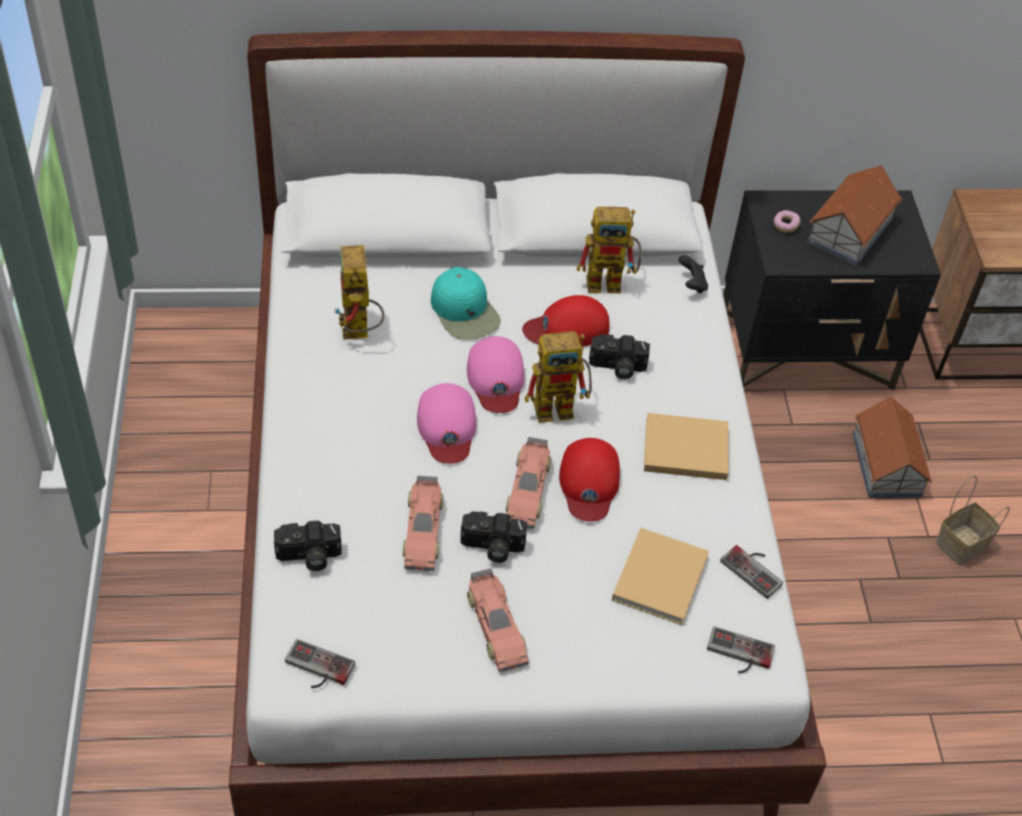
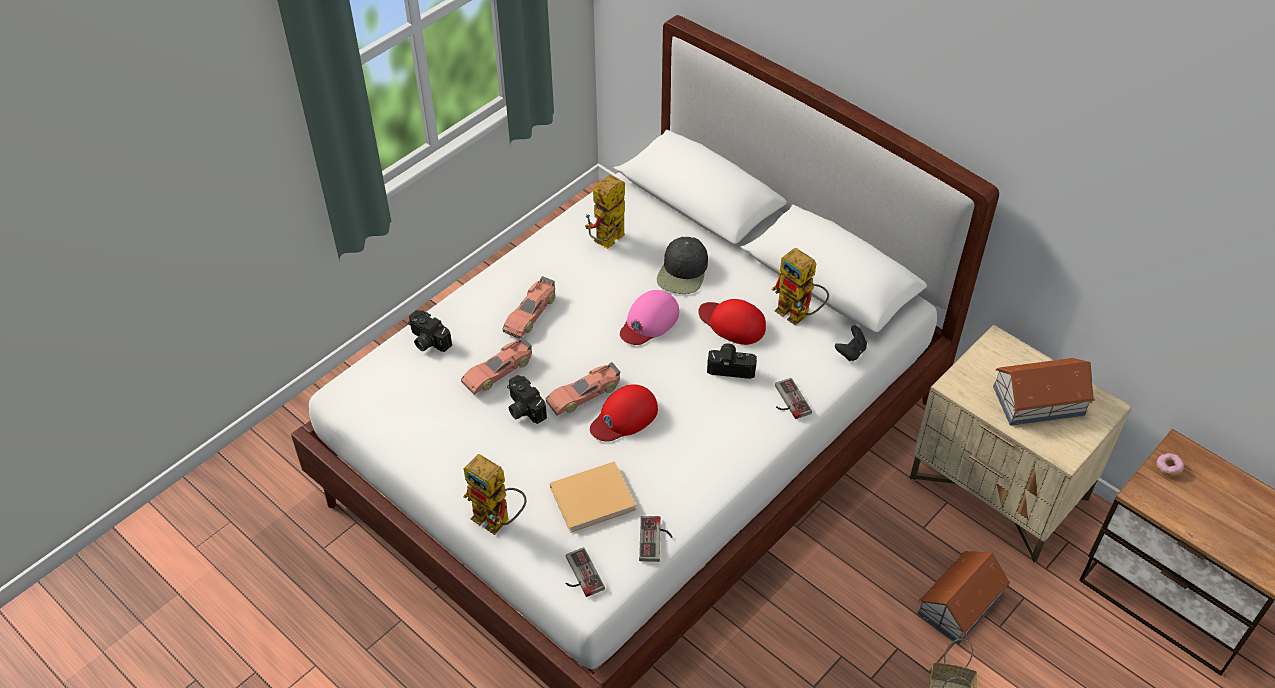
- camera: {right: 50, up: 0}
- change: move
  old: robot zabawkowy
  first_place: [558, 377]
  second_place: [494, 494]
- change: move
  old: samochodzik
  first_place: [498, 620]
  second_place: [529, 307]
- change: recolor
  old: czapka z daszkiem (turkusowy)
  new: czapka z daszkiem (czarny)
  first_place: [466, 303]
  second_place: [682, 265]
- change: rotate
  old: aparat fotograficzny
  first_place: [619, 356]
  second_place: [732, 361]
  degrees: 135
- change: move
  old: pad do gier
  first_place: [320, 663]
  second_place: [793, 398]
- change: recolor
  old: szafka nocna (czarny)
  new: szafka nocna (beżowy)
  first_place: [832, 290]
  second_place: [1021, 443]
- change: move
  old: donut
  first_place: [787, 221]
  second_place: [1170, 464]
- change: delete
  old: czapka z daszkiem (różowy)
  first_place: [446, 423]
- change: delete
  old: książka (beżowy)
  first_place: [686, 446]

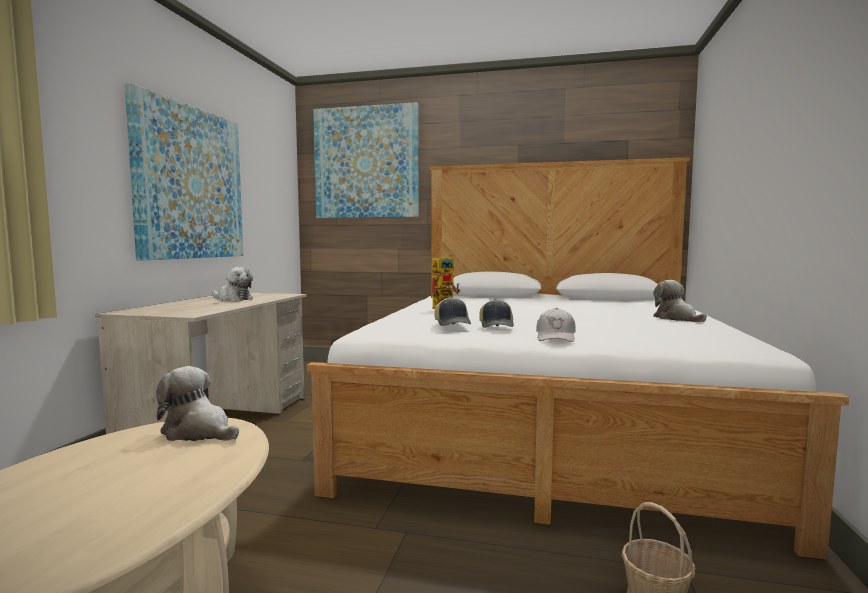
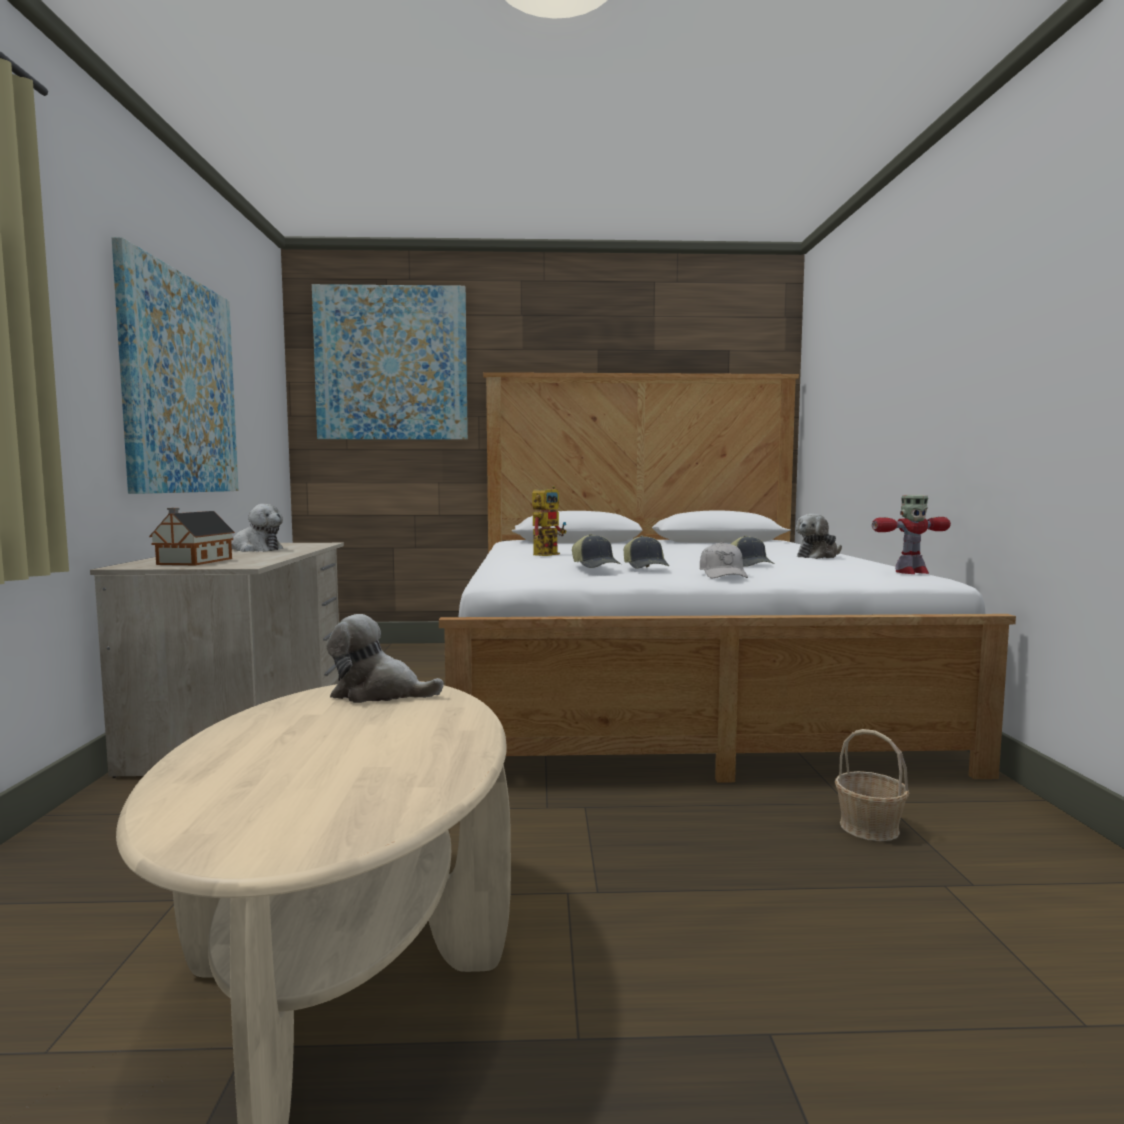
- camera: {right: -15, up: 0}
- change: insert
  new: domek
  second_place: [192, 536]
- change: insert
  new: czapka z daszkiem
  second_place: [752, 551]
- change: rotate
  old: pluszak
  first_place: [680, 301]
  second_place: [819, 536]
  degrees: -90
- change: insert
  new: robot zabawkowy
  second_place: [911, 534]

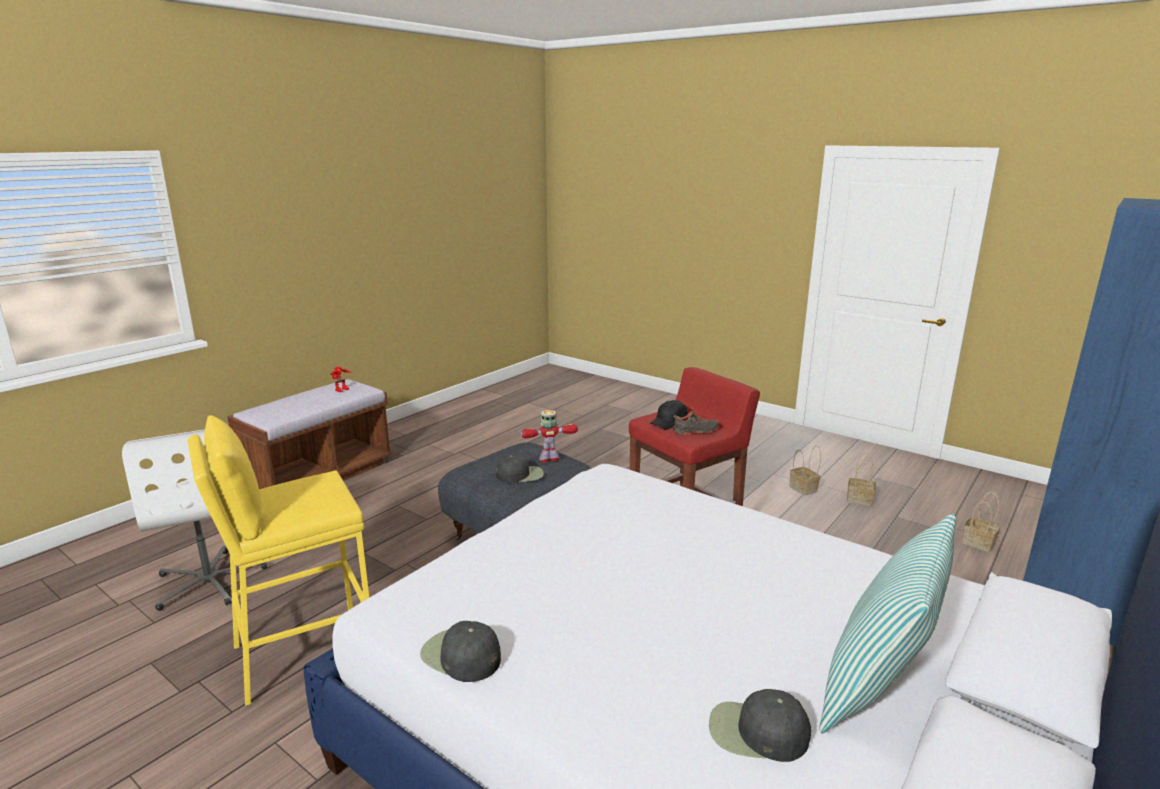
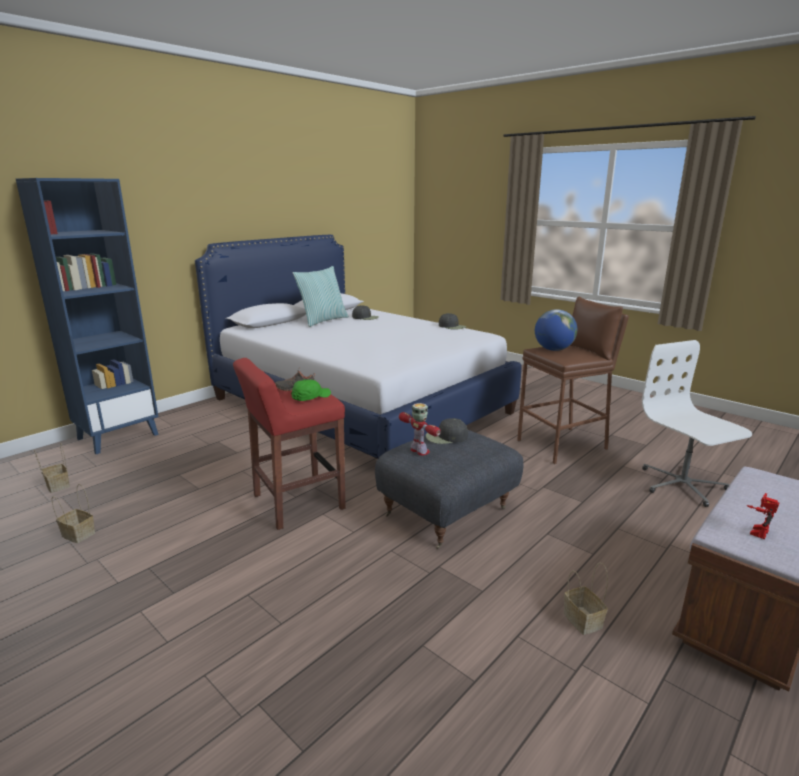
- camera: {right: -175, up: 0}
- change: recolor
  old: czapka z daszkiem (czarny)
  new: czapka z daszkiem (zielony)
  first_place: [669, 415]
  second_place: [311, 390]
- change: rotate
  old: robot zabawkowy
  first_place: [549, 436]
  second_place: [420, 429]
  degrees: -120
- change: recolor
  old: stołek (żółty)
  new: stołek (brązowy)
  first_place: [278, 560]
  second_place: [573, 380]
- change: insert
  new: globus
  second_place: [556, 330]
- change: move
  old: koszyk
  first_place: [805, 470]
  second_place: [585, 599]

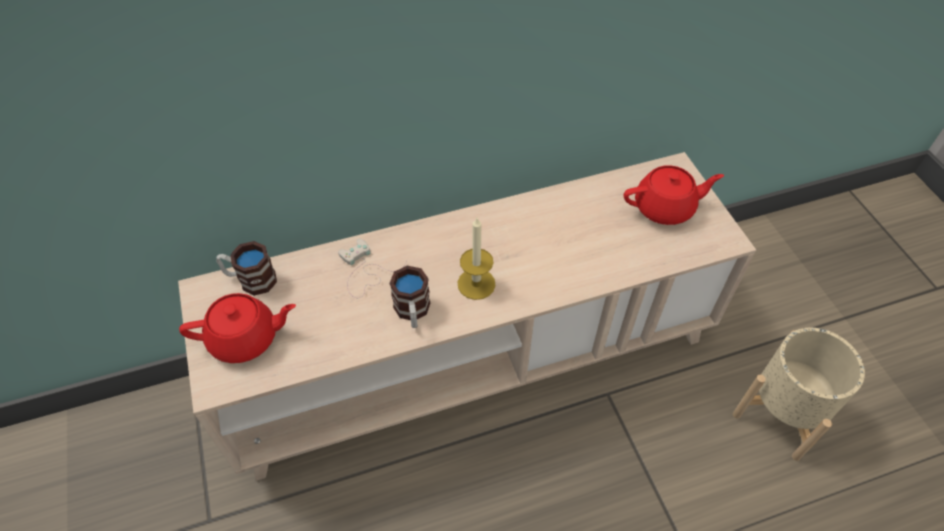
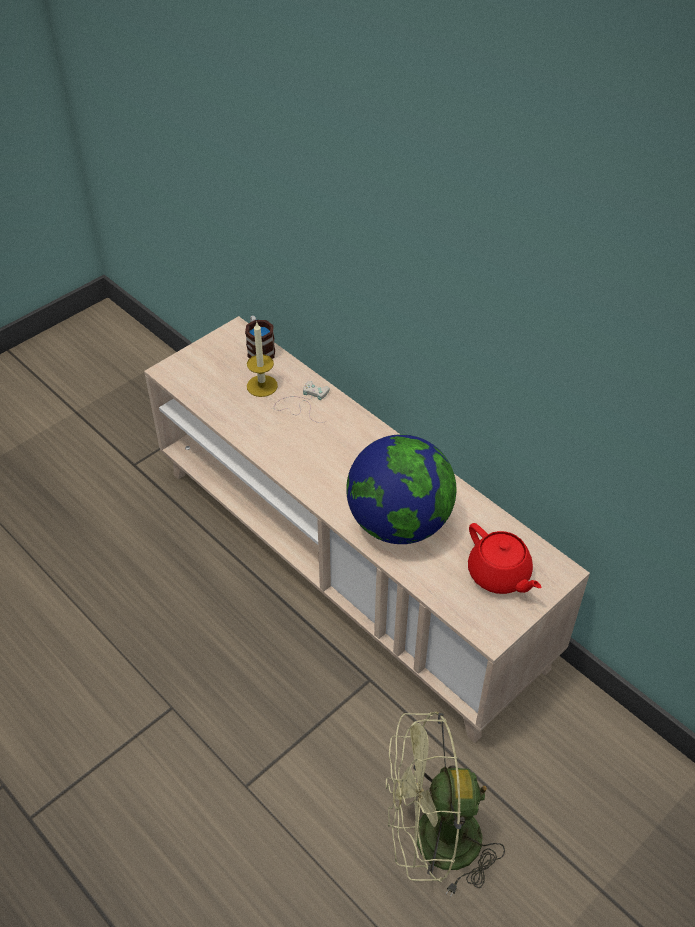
- camera: {right: 65, up: -5}
- change: move
  old: świeca
  first_place: [476, 259]
  second_place: [262, 360]
- change: insert
  new: globus
  second_place: [401, 489]
- change: replace
  old: donica (beżowy)
  new: wentylator (zielony)
  first_place: [799, 394]
  second_place: [445, 804]
- change: delete
  old: imbryk (czerwony)
  first_place: [237, 328]
- change: delete
  old: kubek
  first_place: [409, 297]

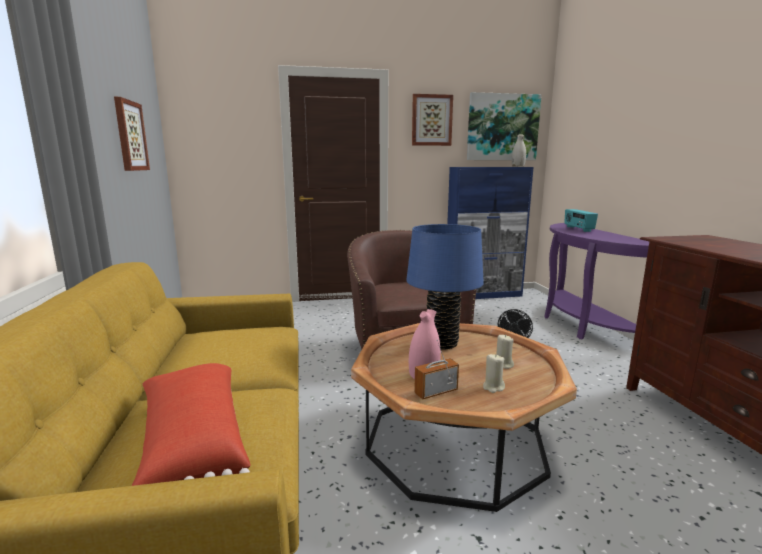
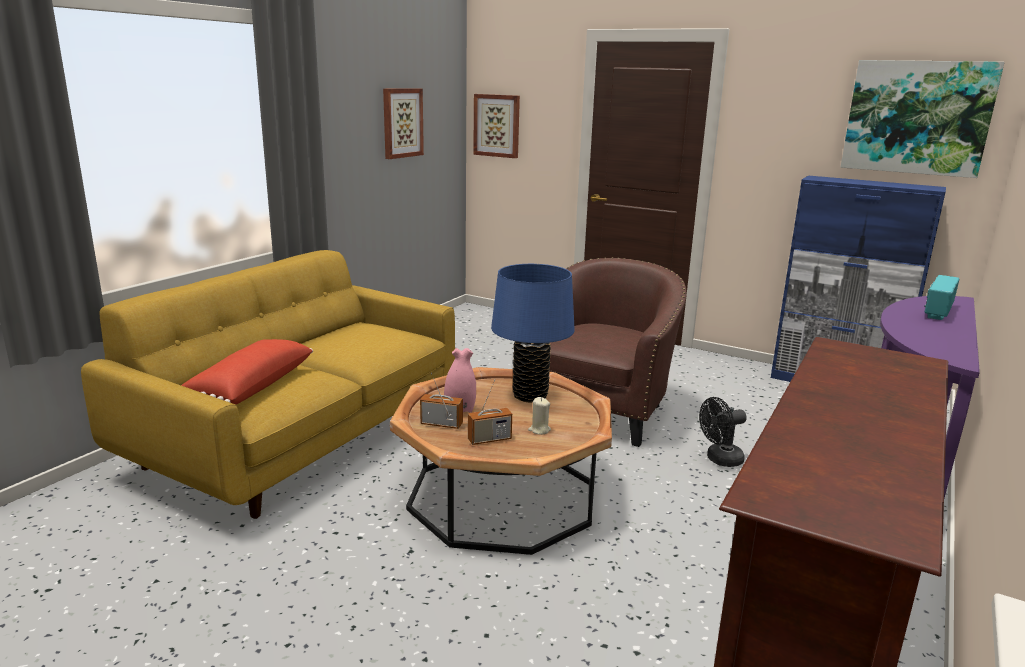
- camera: {right: 40, up: 5}
- change: replace
  old: świeca (beżowy)
  new: radio
  first_place: [494, 373]
  second_place: [490, 412]
- change: move
  old: obraz
  first_place: [432, 120]
  second_place: [496, 126]
- change: delete
  old: wazon (biały)
  first_place: [519, 150]

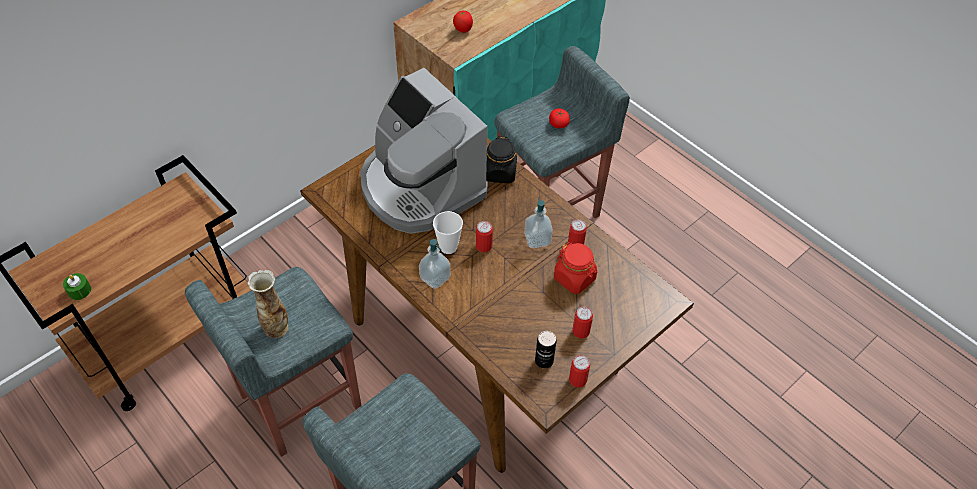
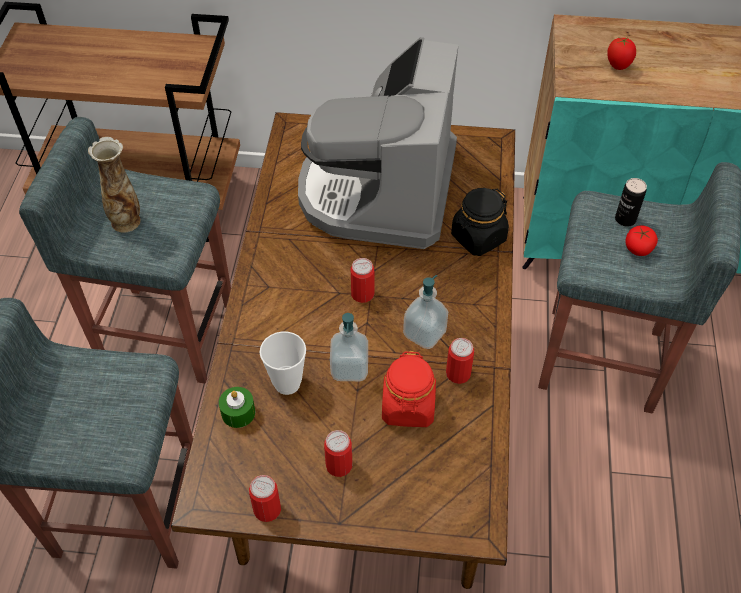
- camera: {right: 50, up: 0}
- change: move
  old: świeca (zielony)
  first_place: [77, 286]
  second_place: [237, 407]
- change: move
  old: filiżanka
  first_place: [448, 232]
  second_place: [283, 363]
- change: move
  old: dozownik mydła
  first_place: [435, 264]
  second_place: [349, 347]
- change: move
  old: puszka
  first_place: [545, 350]
  second_place: [631, 202]

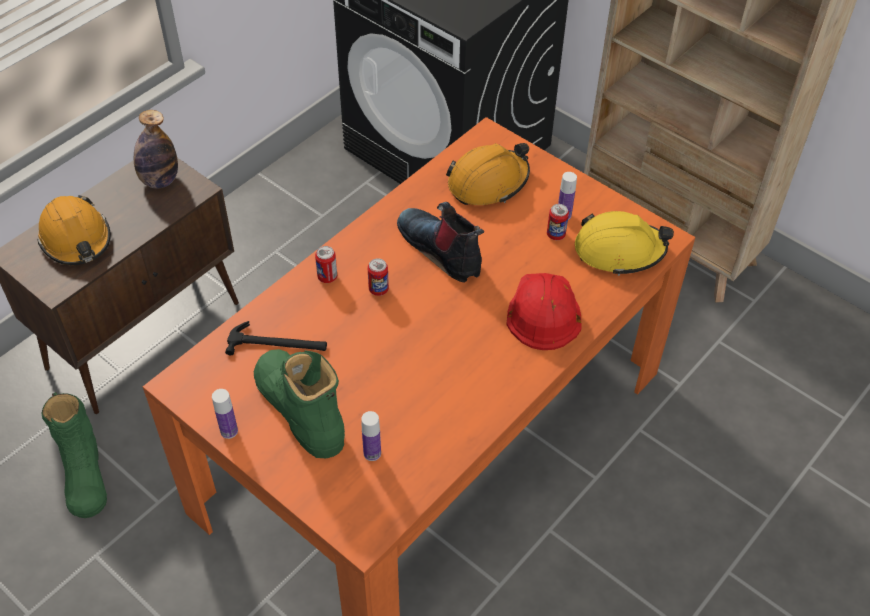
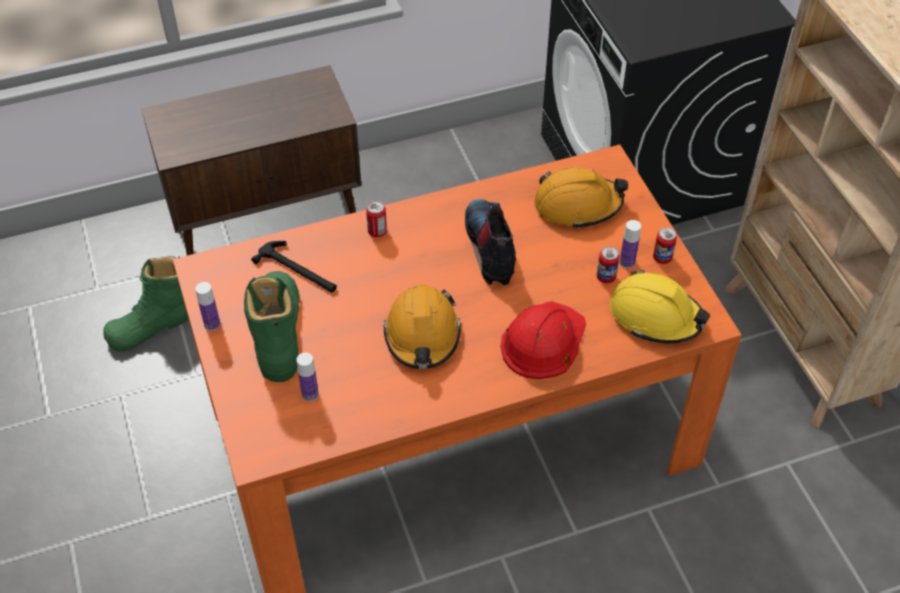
- camera: {right: 30, up: 0}
- change: rotate
  old: but z cholewką (zielony)
  first_place: [74, 455]
  second_place: [146, 303]
  degrees: 45
- change: move
  old: kask (pomarańczowy)
  first_place: [74, 230]
  second_place: [422, 327]
- change: move
  old: puszka
  first_place: [378, 277]
  second_place: [665, 245]
- change: delete
  old: butelka
  first_place: [156, 149]

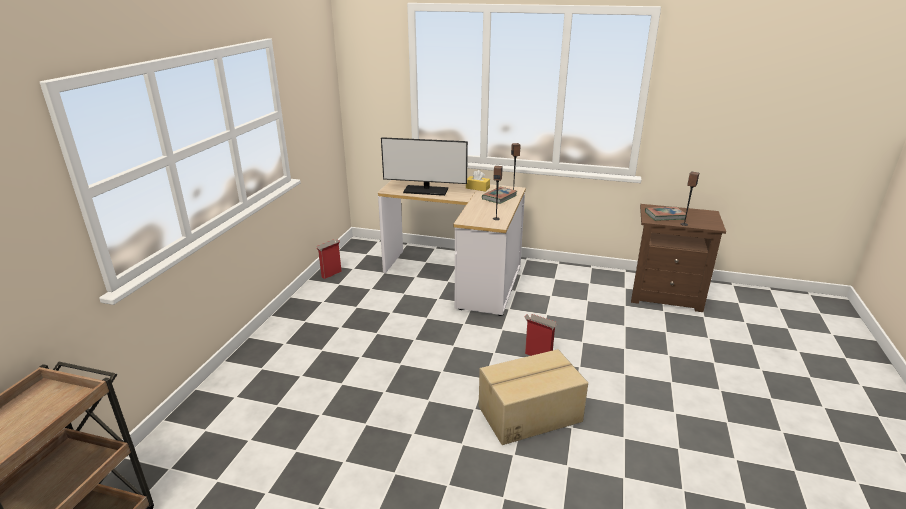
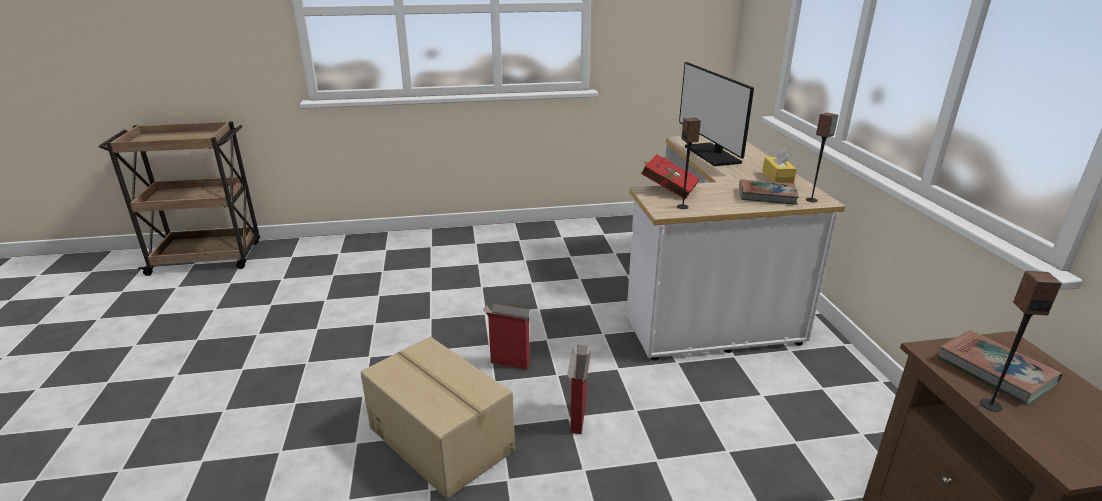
- camera: {right: 65, up: 0}
- change: move
  old: karton
  first_place: [329, 259]
  second_place: [507, 337]
- change: insert
  new: książka (czerwony)
  second_place: [670, 176]

